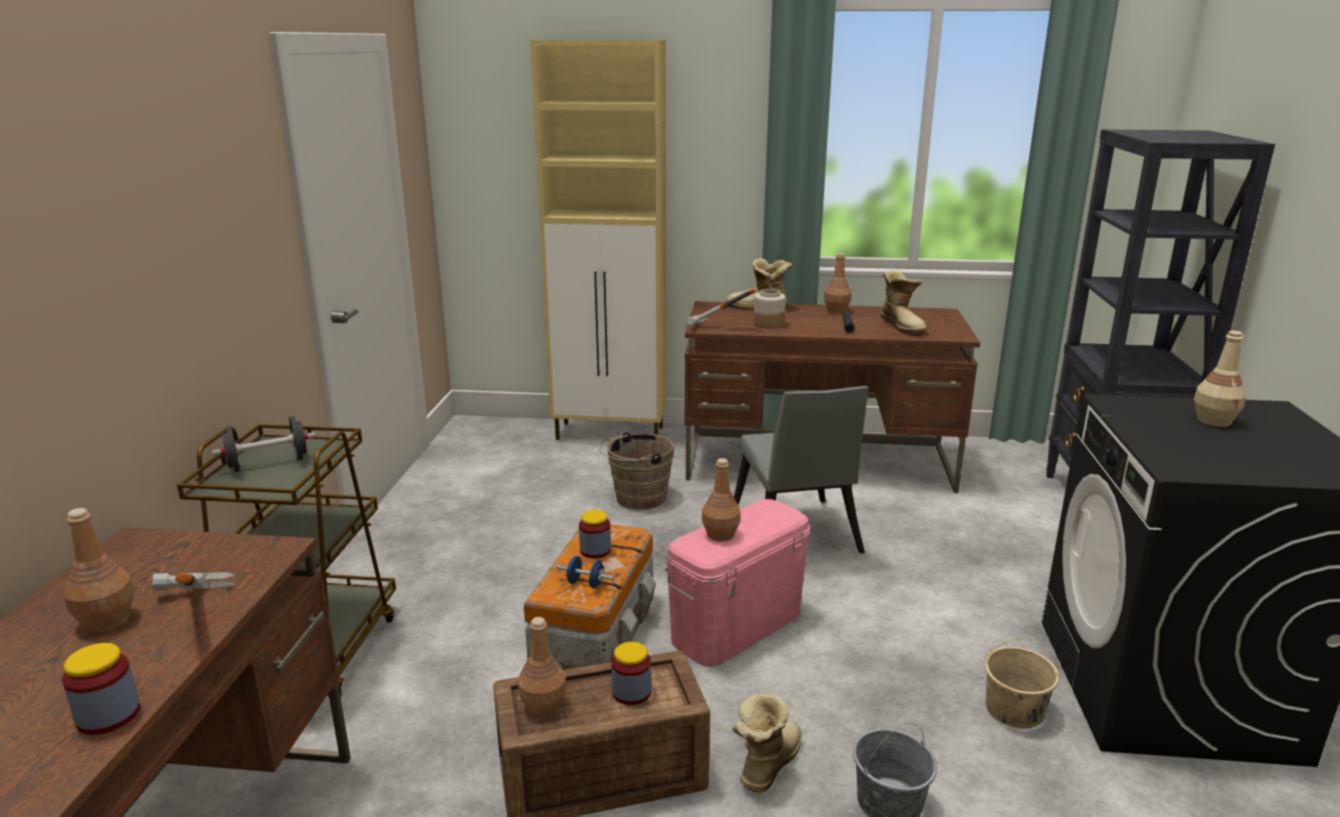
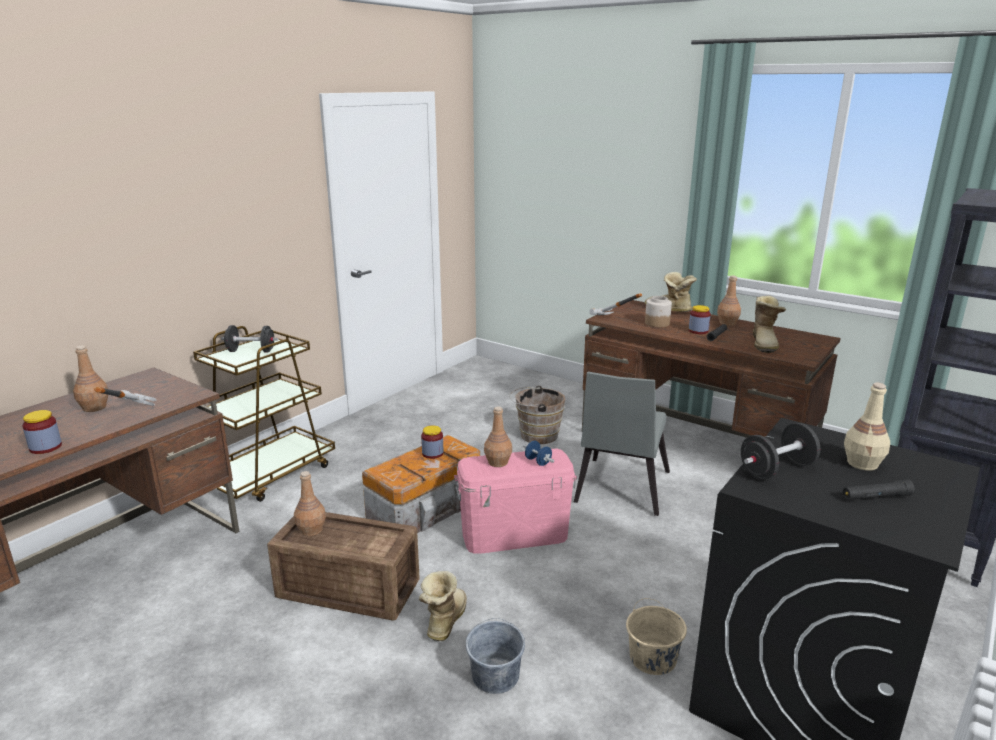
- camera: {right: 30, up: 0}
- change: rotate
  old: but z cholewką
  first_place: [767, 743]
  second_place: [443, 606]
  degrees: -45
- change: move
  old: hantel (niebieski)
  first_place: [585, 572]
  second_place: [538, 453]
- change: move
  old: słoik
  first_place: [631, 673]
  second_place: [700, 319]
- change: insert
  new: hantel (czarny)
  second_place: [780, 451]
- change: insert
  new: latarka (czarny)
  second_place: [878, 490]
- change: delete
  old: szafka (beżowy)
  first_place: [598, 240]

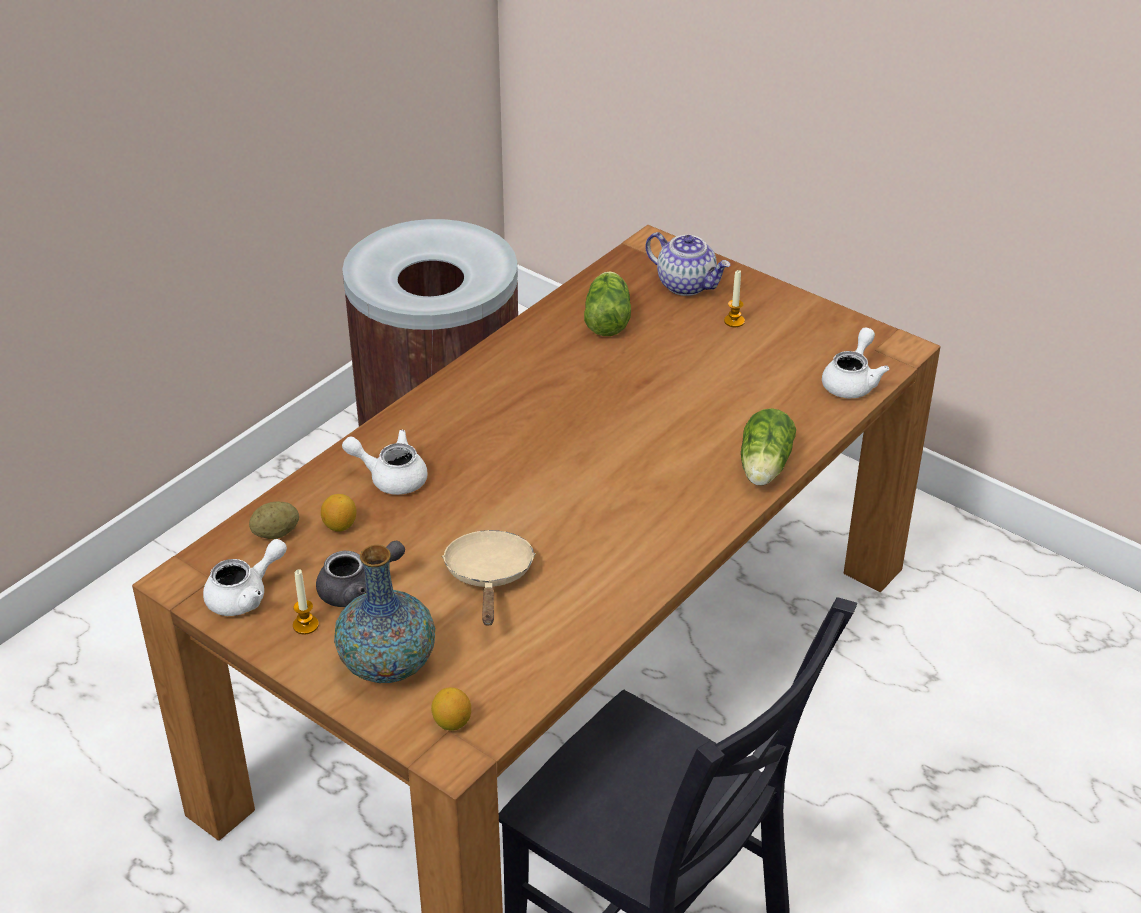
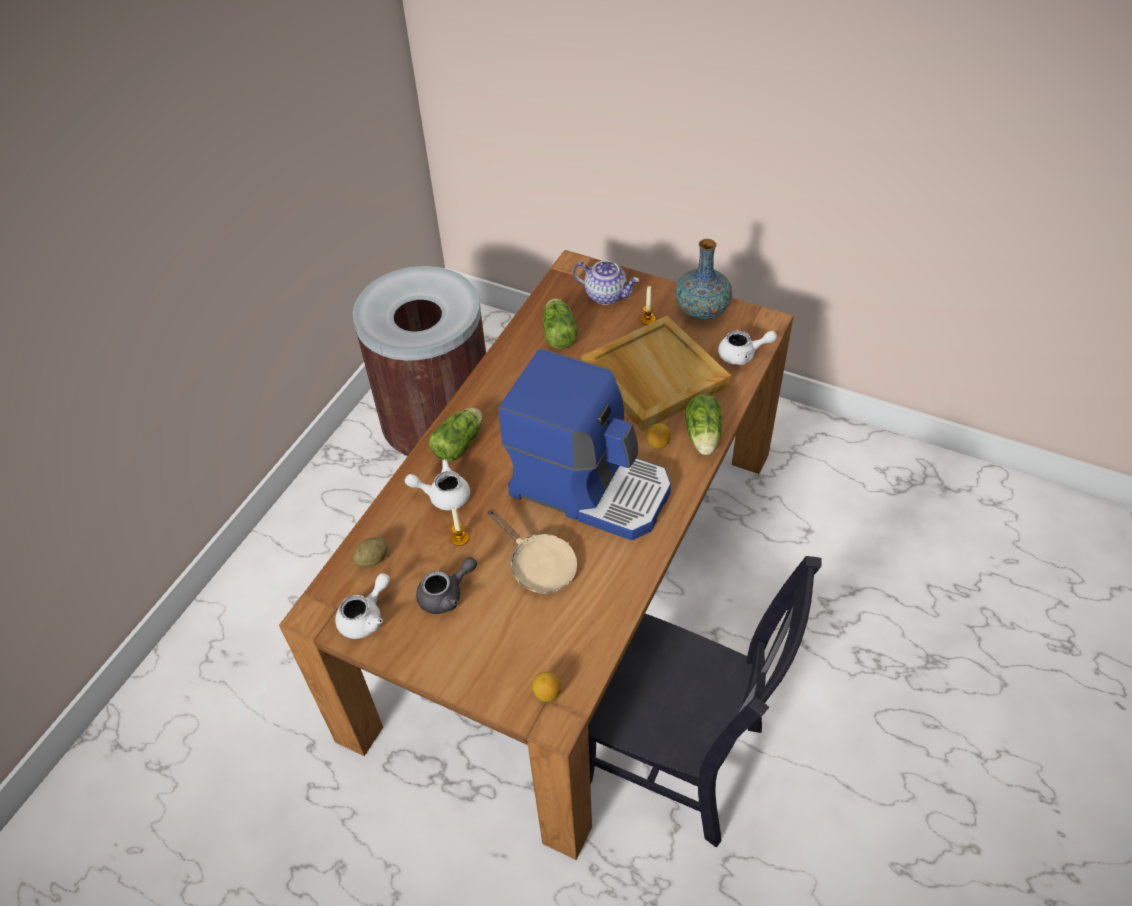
- camera: {right: -10, up: 10}
- change: insert
  new: sałata
  second_place: [455, 435]
- change: move
  old: świeca
  first_place: [306, 602]
  second_place: [460, 526]
- change: rotate
  old: patelnia (beżowy)
  first_place: [489, 578]
  second_place: [532, 551]
  degrees: 150
- change: insert
  new: ekspres do kawy
  second_place: [584, 444]
- change: insert
  new: taca (beżowy)
  second_place: [656, 373]
- change: move
  old: cytryna
  first_place: [339, 513]
  second_place: [659, 436]
- change: move
  old: wazon
  first_place: [384, 614]
  second_place: [703, 279]
- change: rotate
  old: imbryk (biały)
  first_place: [855, 363]
  second_place: [747, 347]
  degrees: 75

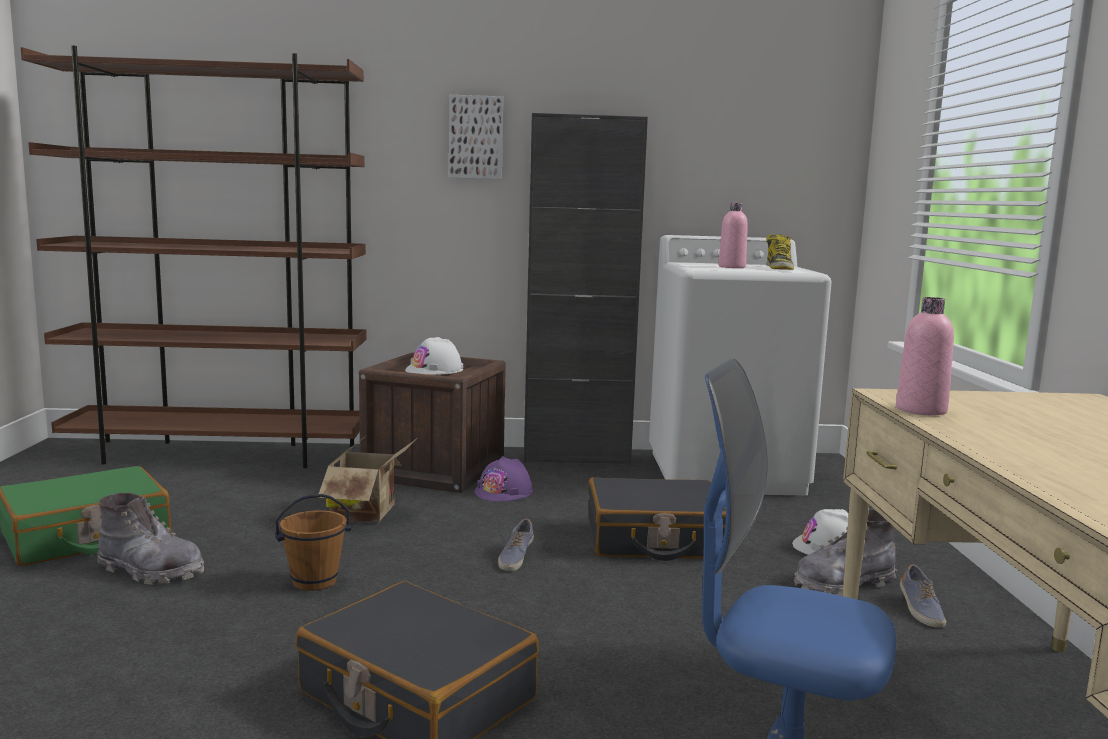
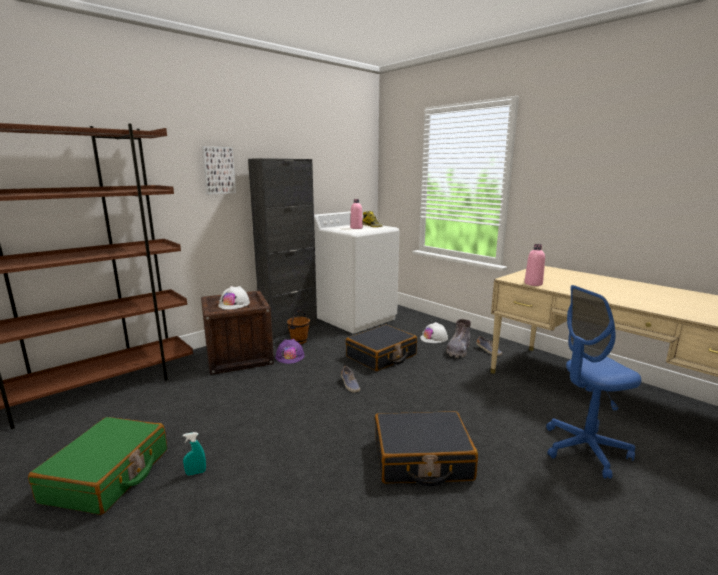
- camera: {right: -40, up: 5}
- change: replace
  old: but z cholewką (szary)
  new: spryskiwacz (turkusowy)
  first_place: [150, 539]
  second_place: [194, 454]
- change: move
  old: wiadro (brązowy)
  first_place: [313, 542]
  second_place: [298, 327]
- change: delete
  old: karton
  first_place: [366, 479]

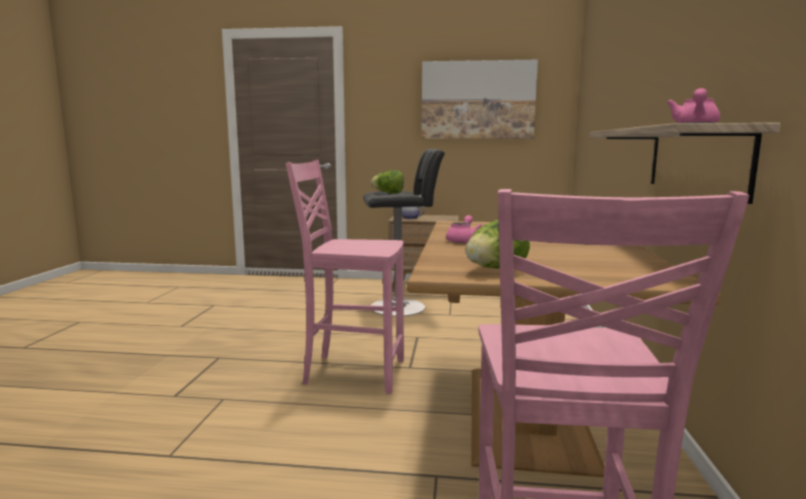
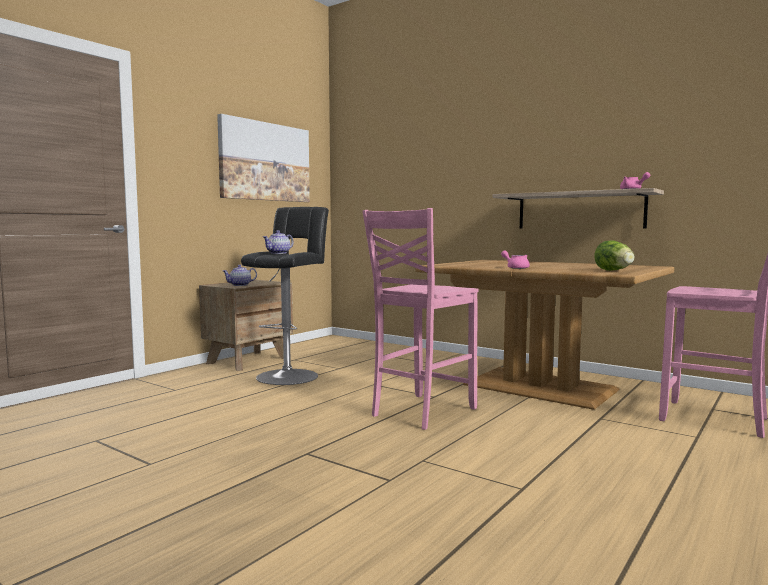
- camera: {right: -60, up: -5}
- change: replace
  old: sałata
  new: imbryk
  first_place: [387, 182]
  second_place: [278, 242]

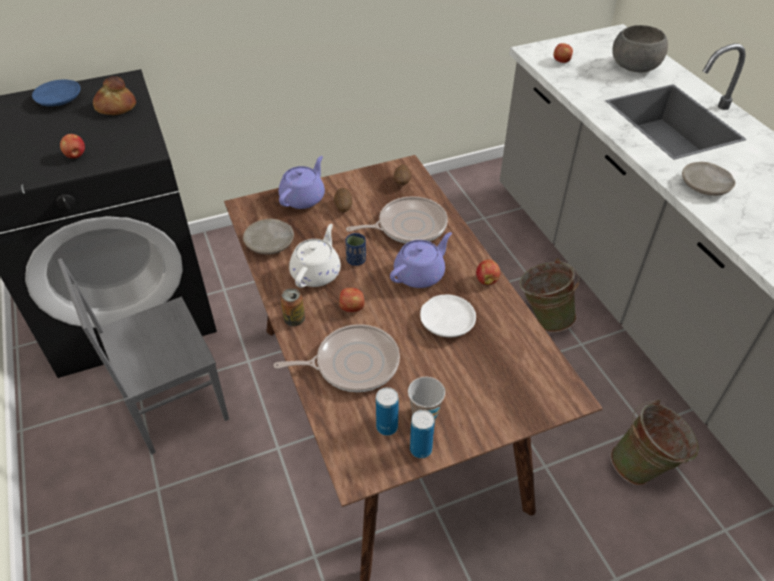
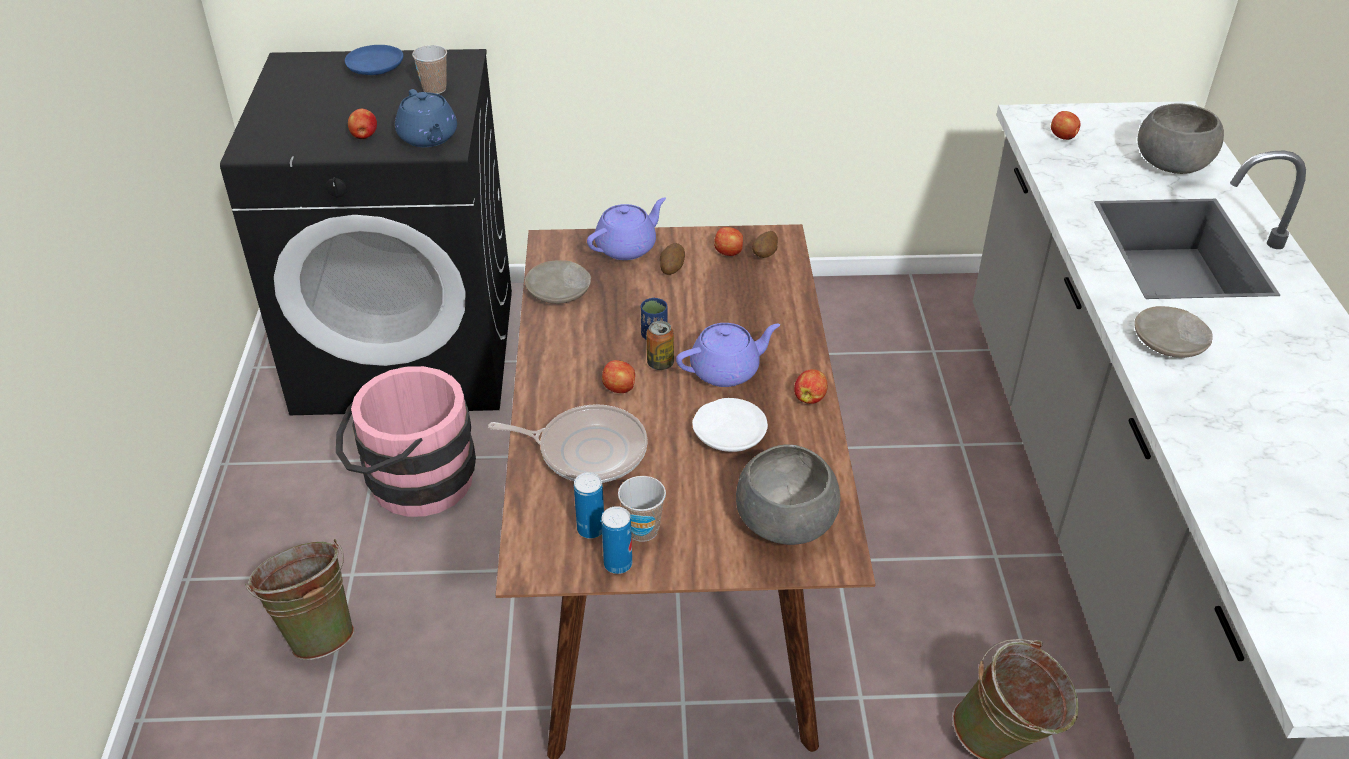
- camera: {right: 20, up: -5}
- change: move
  old: wiadro (zielony)
  first_place: [549, 295]
  second_place: [299, 599]
- change: replace
  old: krzesło (szary)
  new: wiadro (różowy)
  first_place: [143, 356]
  second_place: [406, 441]
- change: insert
  new: imbryk (niebieski)
  second_place: [426, 118]
- change: replace
  old: chleb
  new: filiżanka
  first_place: [114, 95]
  second_place: [429, 69]
- change: move
  old: puszka
  first_place: [292, 307]
  second_place: [660, 345]
- change: insert
  new: jabłko
  second_place: [728, 241]
- change: insert
  new: miska (szary)
  second_place: [788, 494]
- change: delete
  old: imbryk (biały)
  first_place: [315, 256]
- change: delete
  old: patelnia
  first_place: [397, 220]

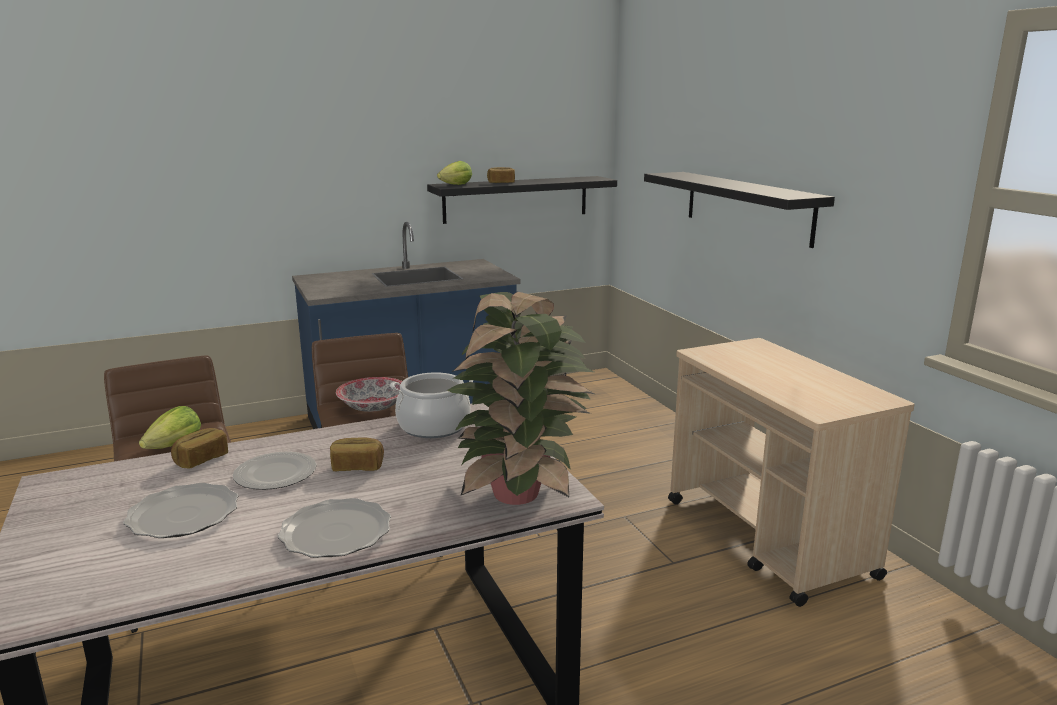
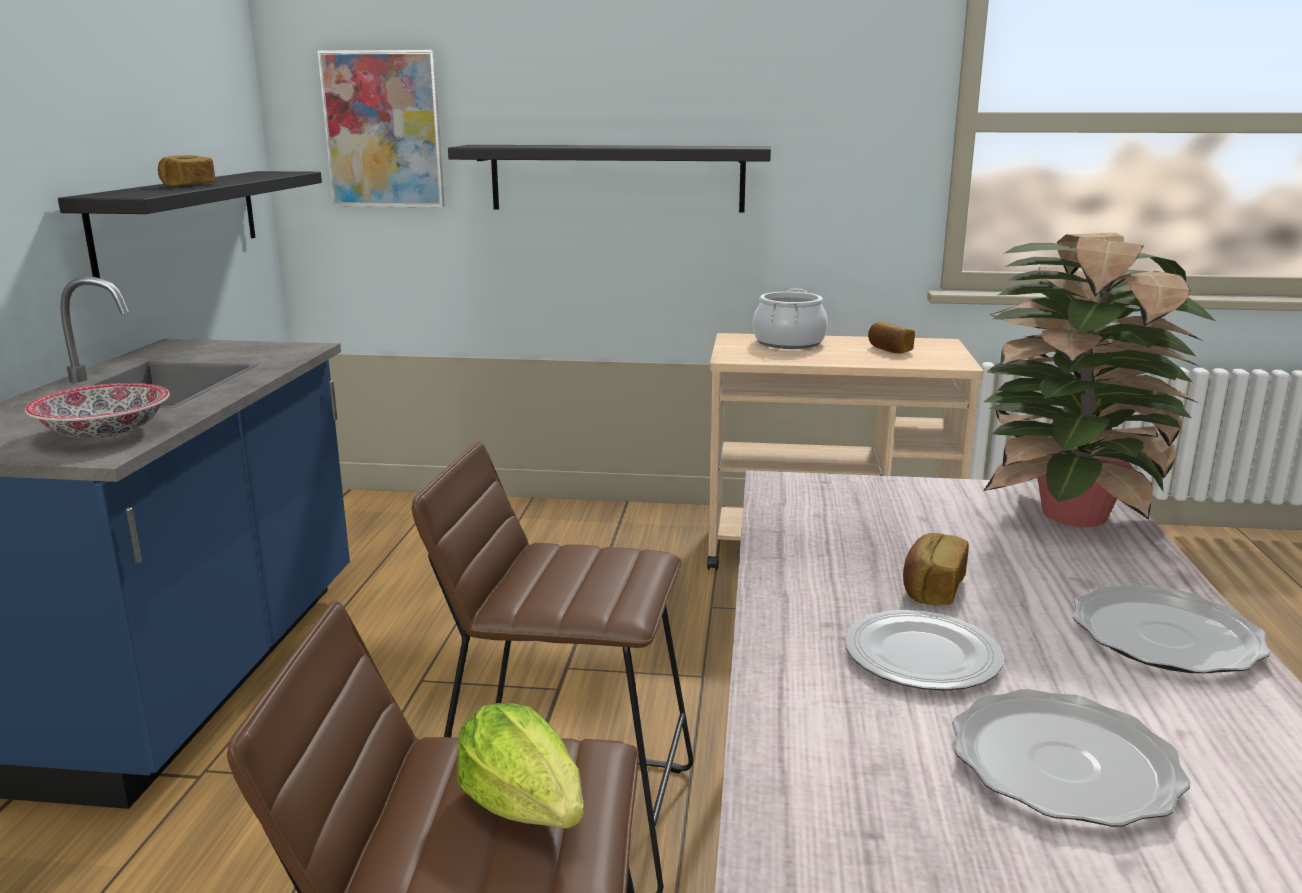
- camera: {right: -60, up: 0}
- change: move
  old: miska
  first_place: [369, 394]
  second_place: [97, 411]
- change: insert
  new: obraz
  second_place: [381, 129]
- change: move
  old: garnek
  first_place: [431, 405]
  second_place: [790, 319]
- change: move
  old: chleb
  first_place: [199, 448]
  second_place: [891, 337]
- change: delete
  old: sałata
  first_place: [454, 173]

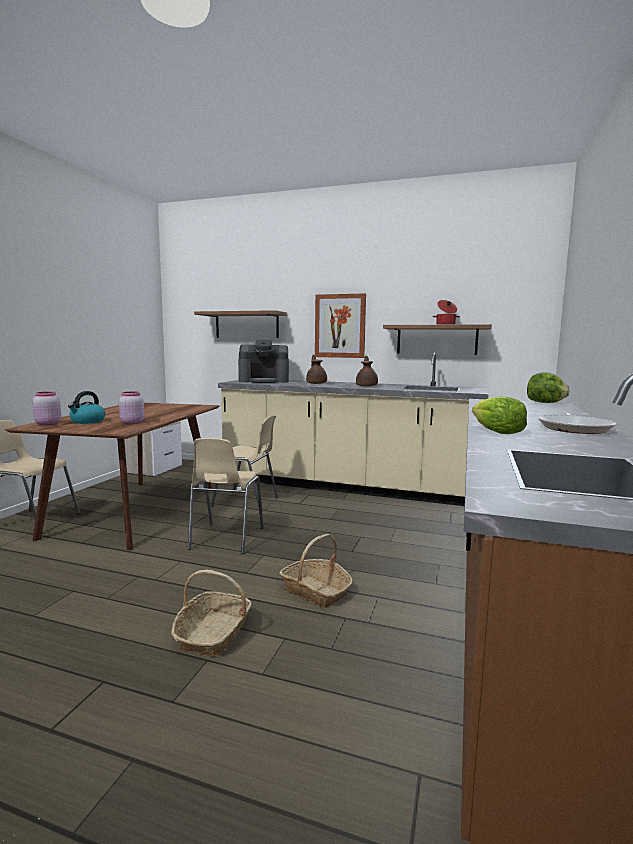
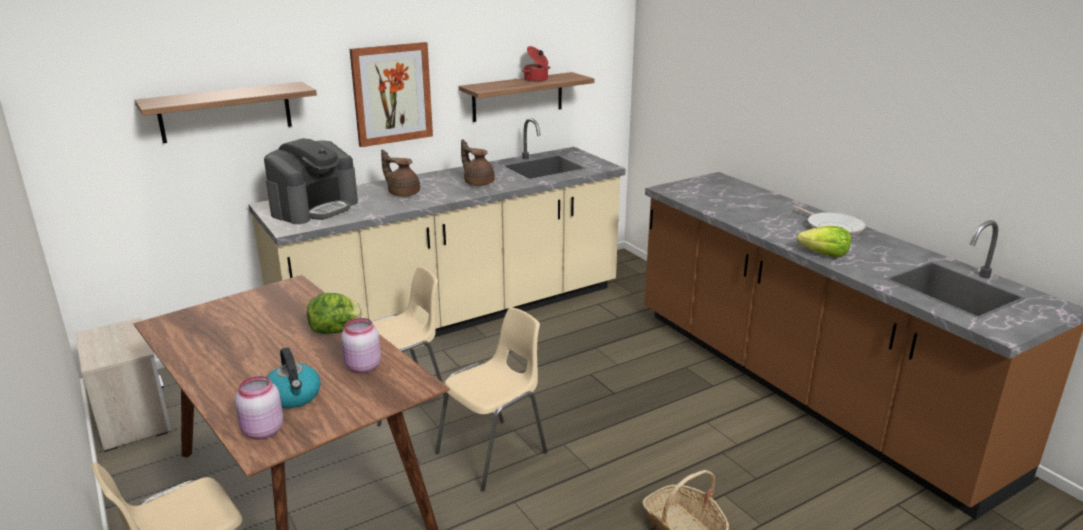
- camera: {right: -50, up: 15}
- change: move
  old: sałata
  first_place: [548, 387]
  second_place: [334, 313]
- change: rotate
  old: krzesło (beżowy)
  first_place: [226, 496]
  second_place: [491, 399]
  degrees: -90
- change: delete
  old: koszyk
  first_place: [316, 571]

